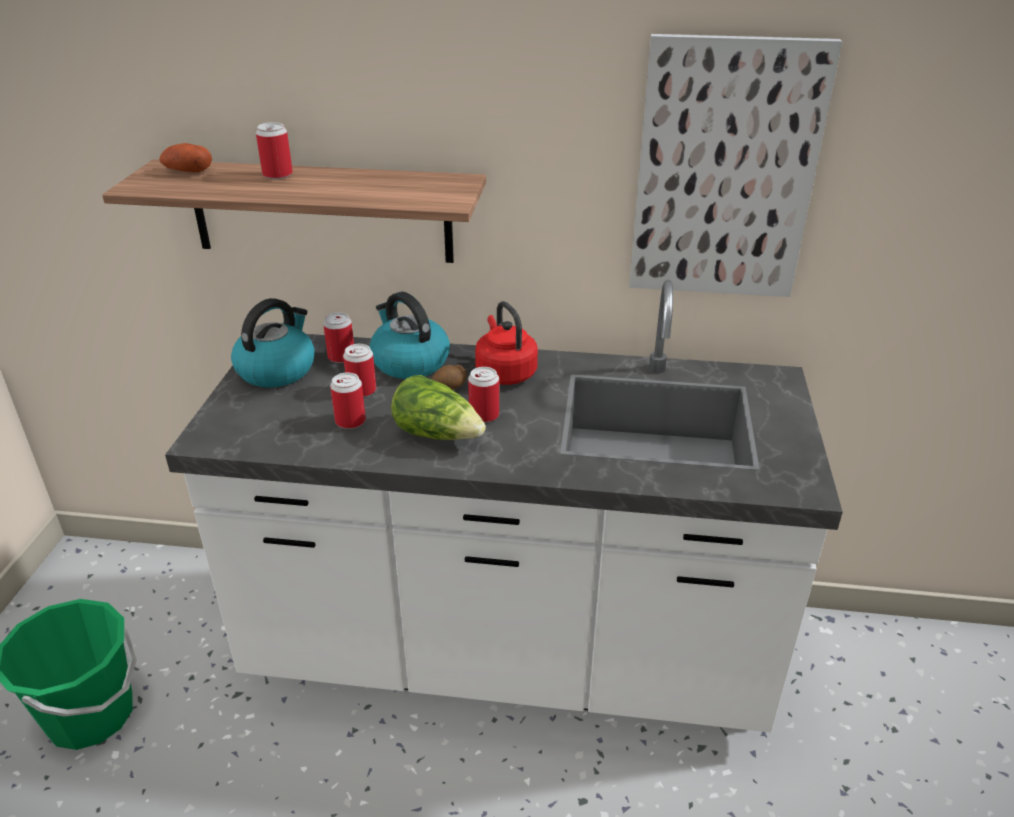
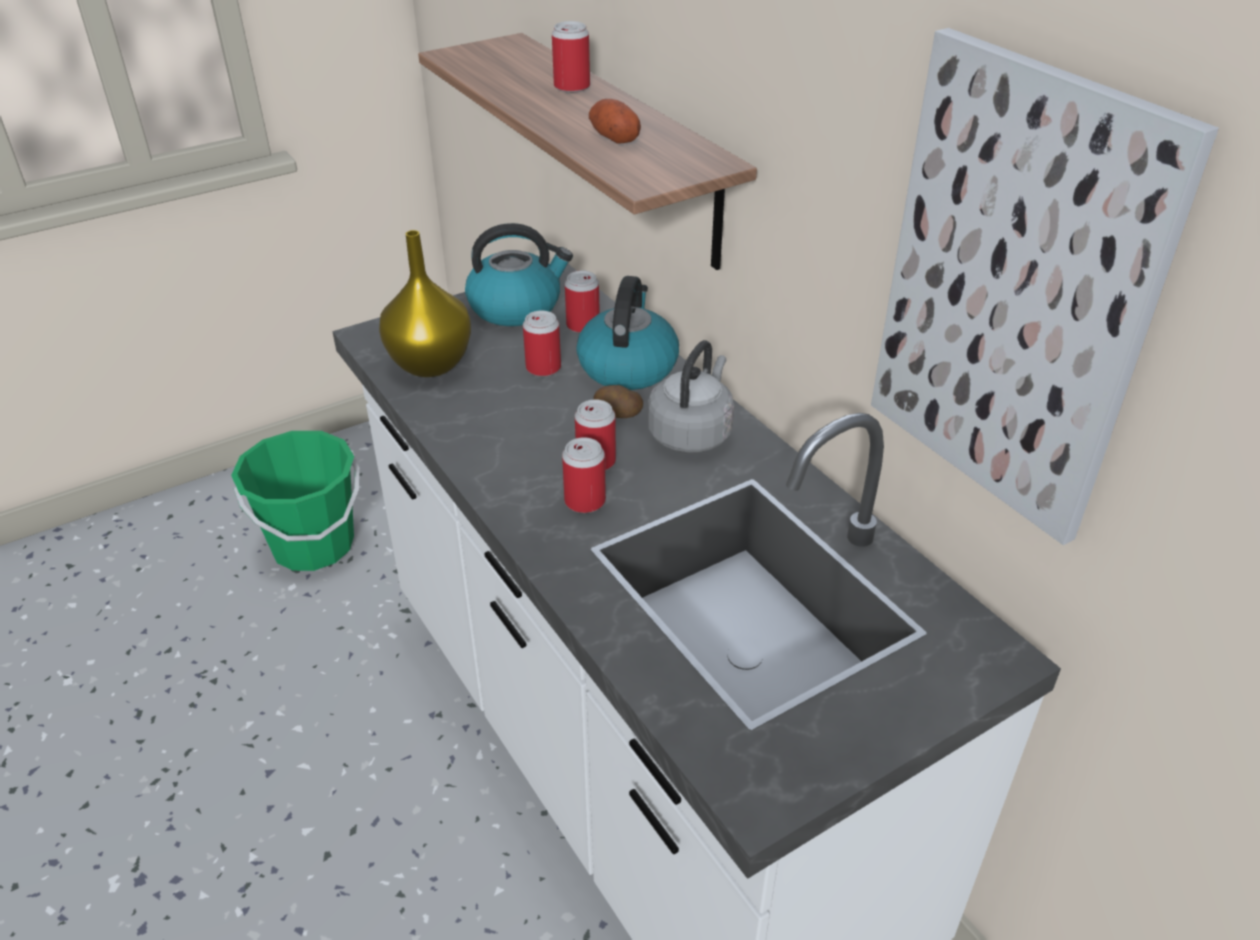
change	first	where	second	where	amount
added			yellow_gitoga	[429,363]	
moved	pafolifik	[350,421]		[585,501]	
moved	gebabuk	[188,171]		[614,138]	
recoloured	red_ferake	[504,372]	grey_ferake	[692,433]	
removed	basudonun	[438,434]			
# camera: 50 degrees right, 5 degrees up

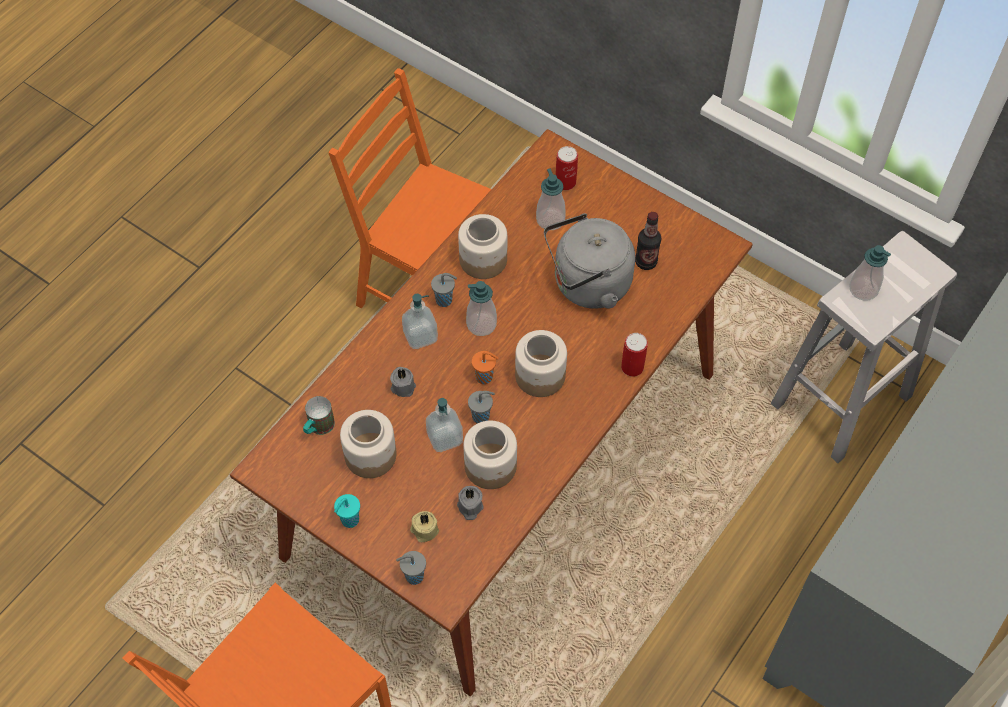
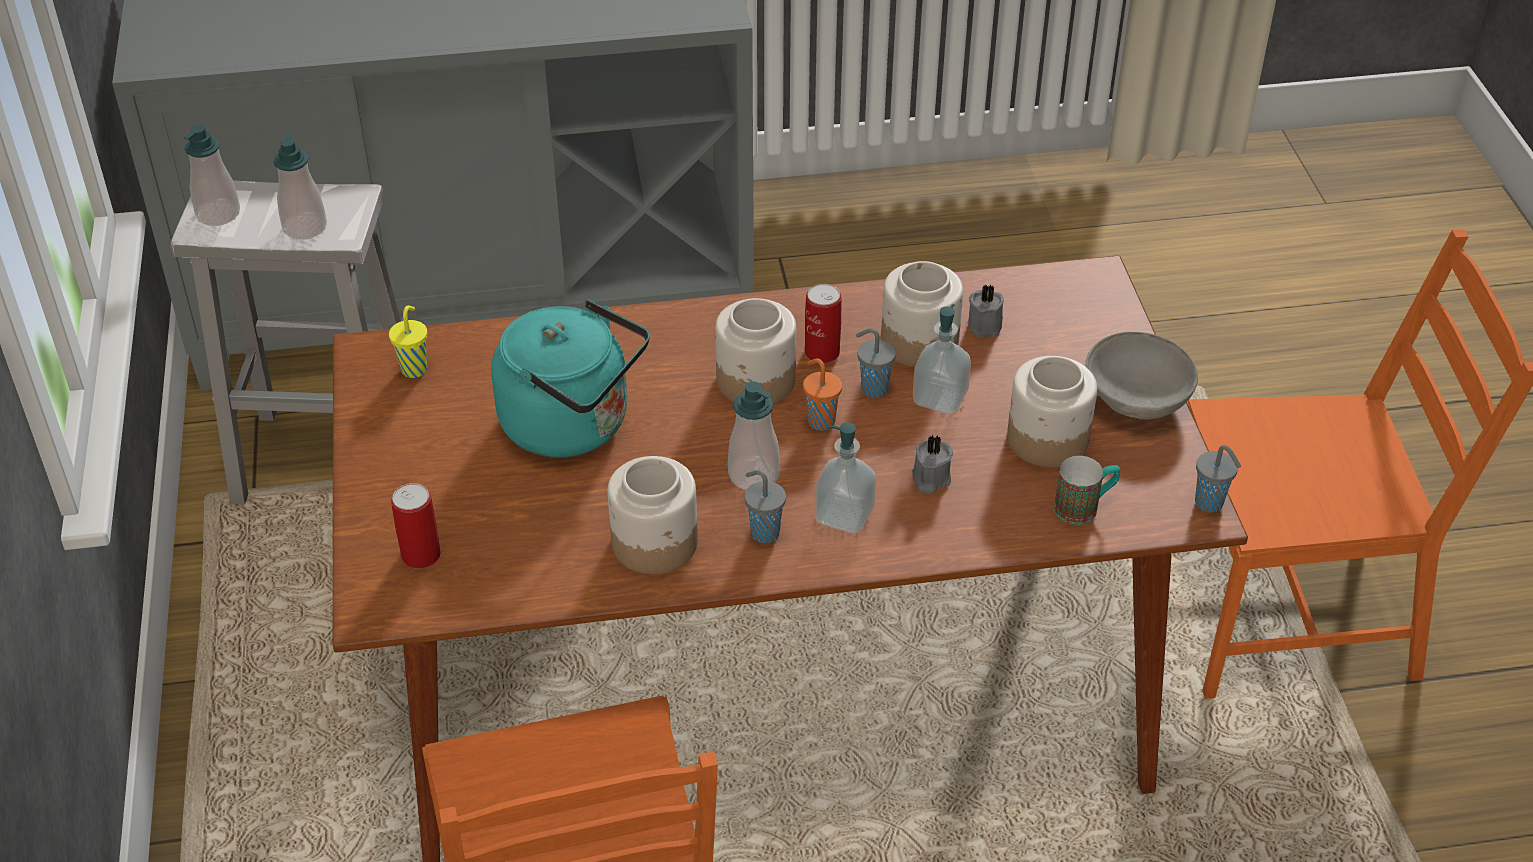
change	first	where	second	where	amount
moved	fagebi	[550,220]		[218,214]	
added			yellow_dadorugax	[414,368]	
recoloured	grey_ferake	[587,285]	turquoise_ferake	[573,425]	
moved	pafolifik	[632,367]		[822,352]	
replaced	turquoise_dadorugax	[349,521]	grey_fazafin	[1138,398]	
moved	grey_dadorugax	[413,576]		[1210,504]	
removed	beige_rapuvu	[424,530]			
removed	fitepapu	[646,262]			
# camera: 135 degrees left, 15 degrees down

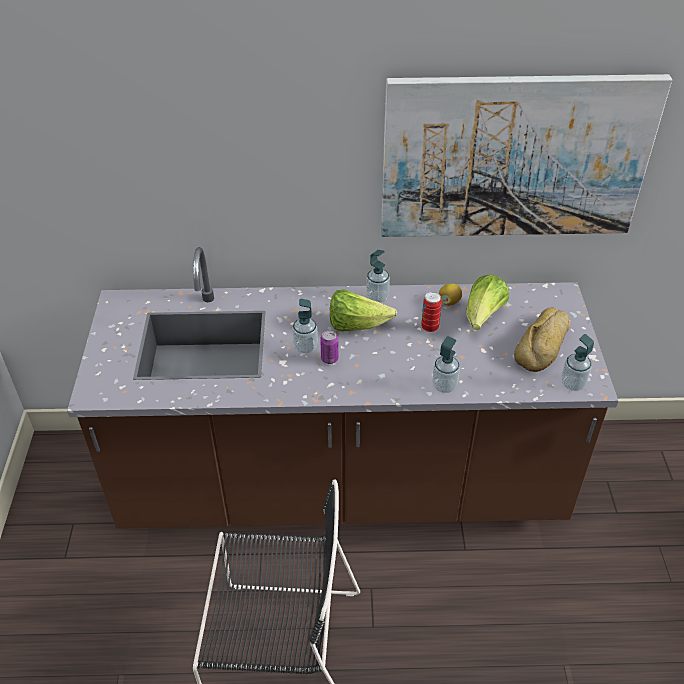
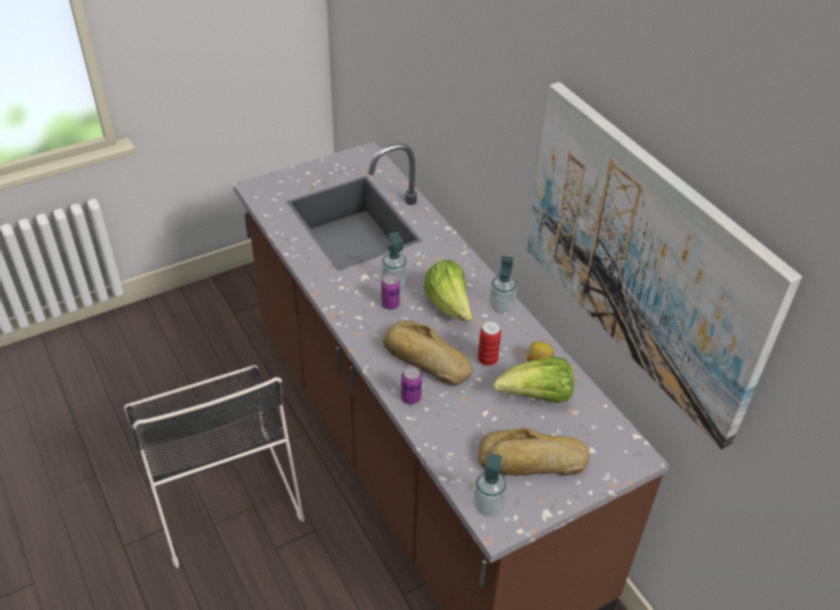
change	first	where	second	where	amount
added			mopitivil	[425,360]	
replaced	fagebi	[444,386]	pafolifik	[411,398]	
# camera: 60 degrees right, 0 degrees up

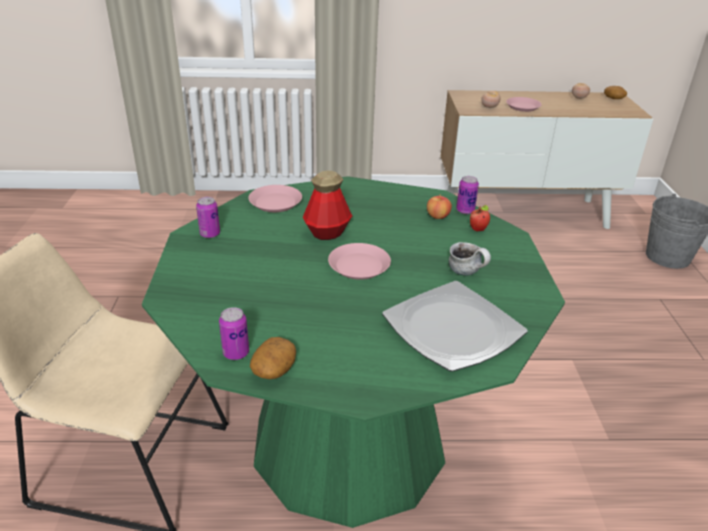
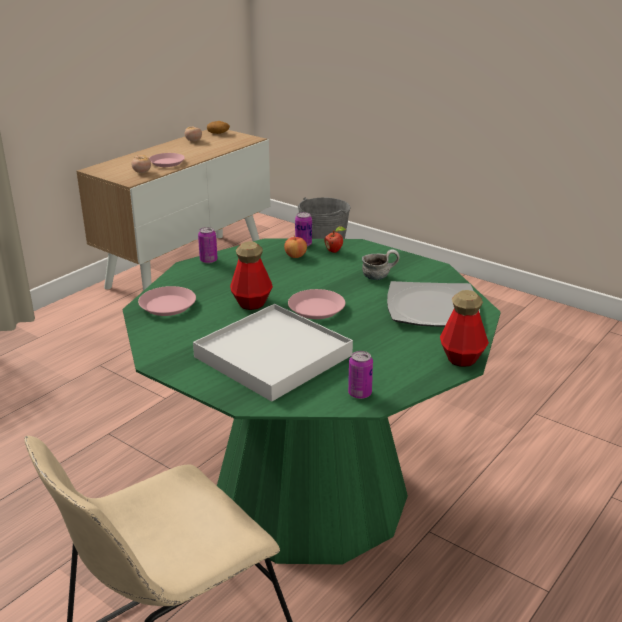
change	first	where	second	where	amount
added			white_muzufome	[272,356]	
moved	pafolifik	[210,234]		[208,260]	
added			fitepapu	[462,358]	
removed	gebabuk	[274,370]			
# camera: 50 degrees left, 5 degrees down

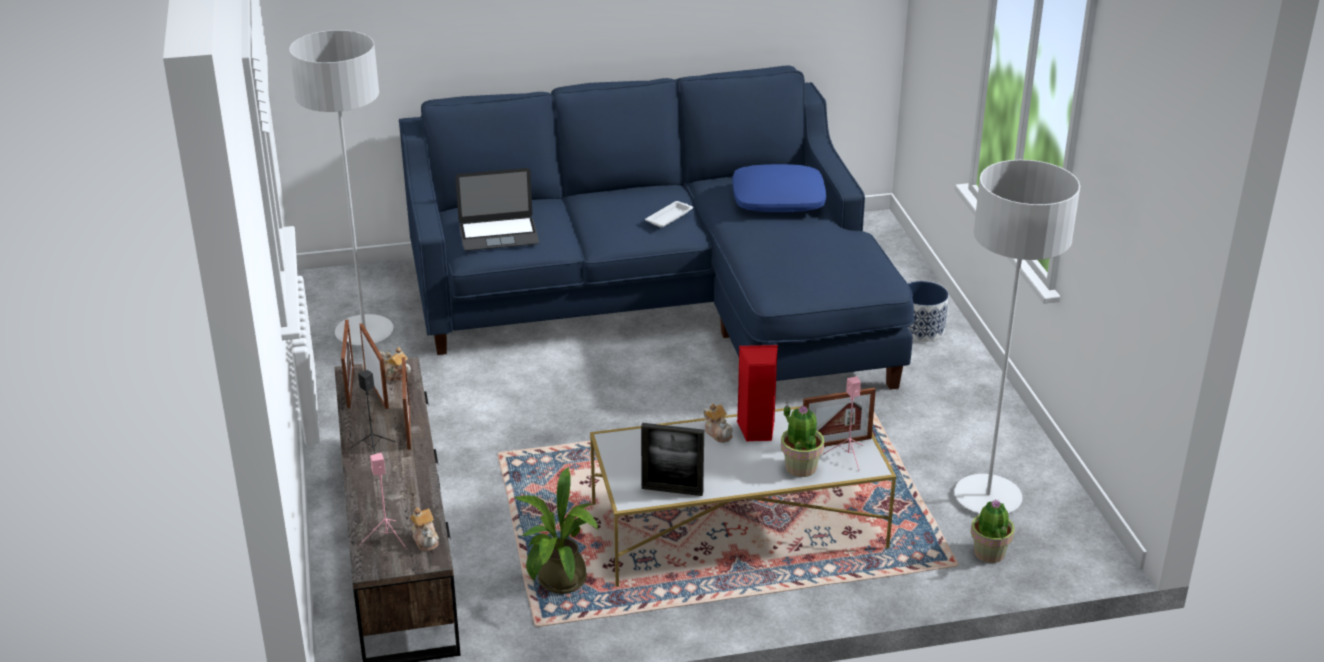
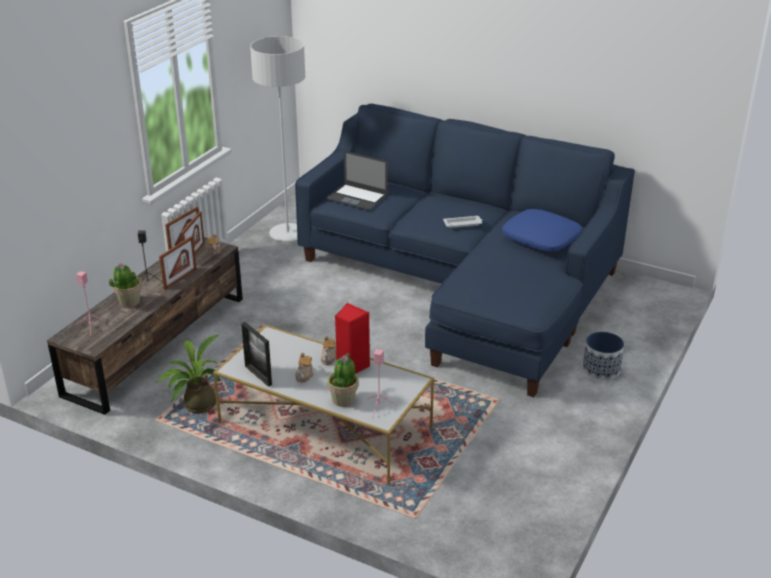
change	first	where	second	where	amount
moved	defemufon	[989,553]		[129,302]	
moved	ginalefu	[425,539]		[304,375]	
removed	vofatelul	[836,443]			
removed	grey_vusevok	[987,498]			
# camera: 40 degrees right, 0 degrees up

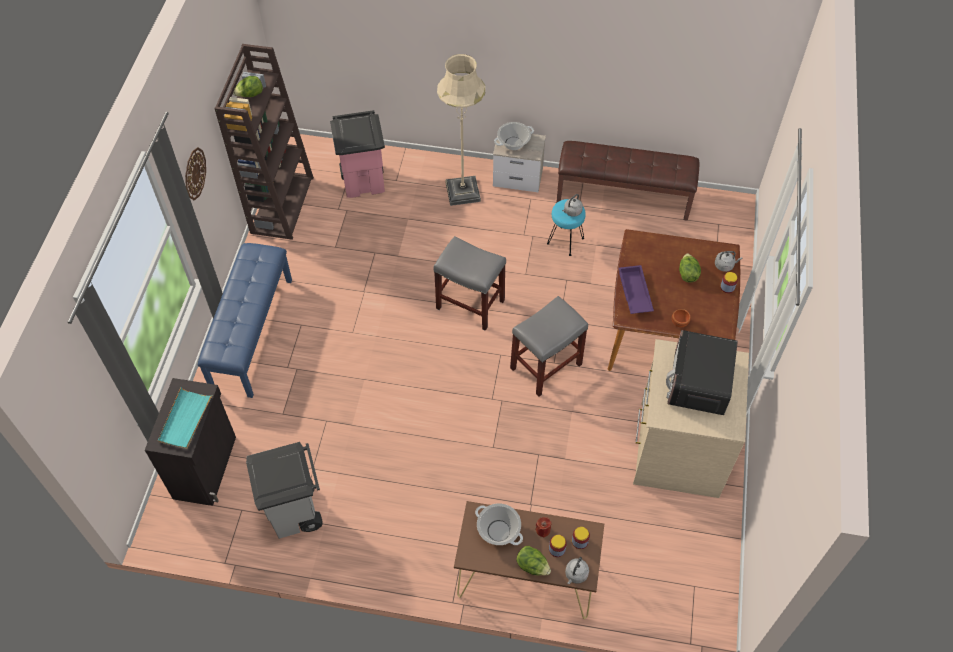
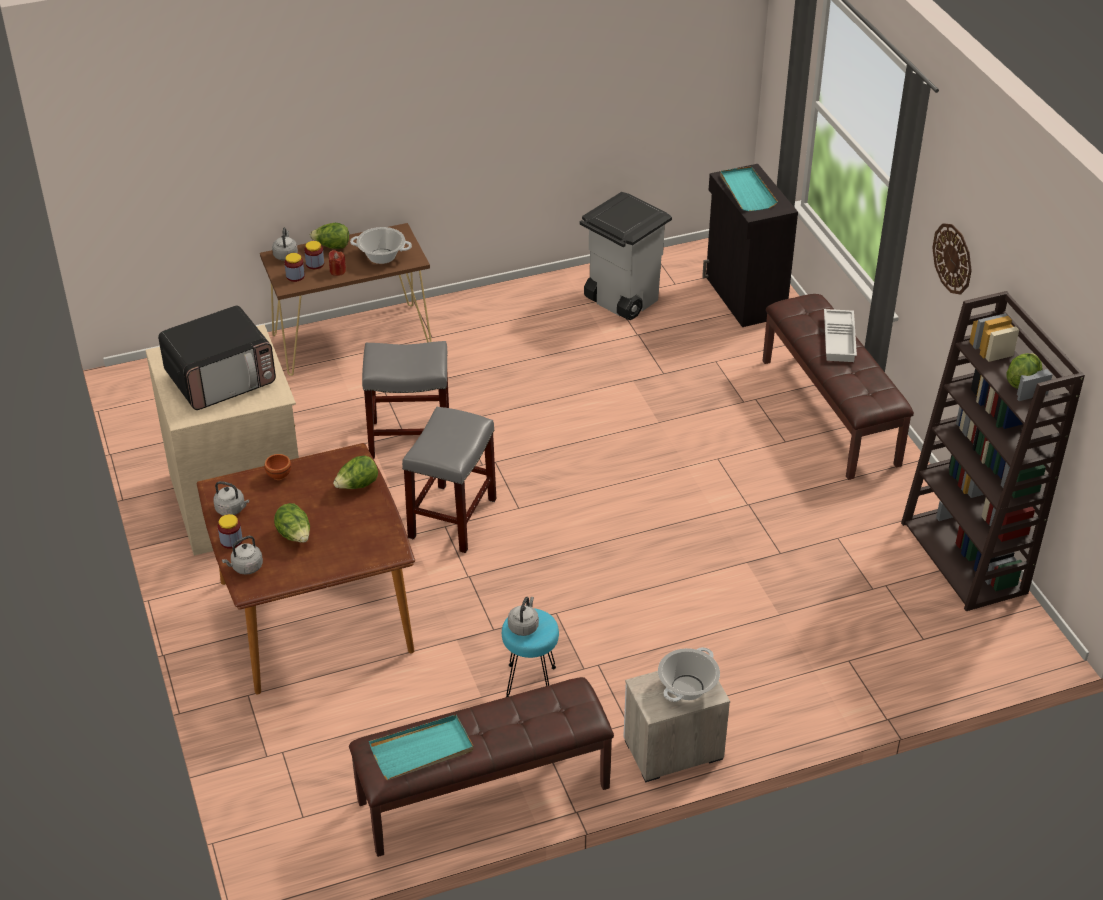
change	first	where	second	where	amount
turned	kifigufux	[698,384]		[221,378]	75 degrees clockwise
added			grey_ferake	[232,509]	
replaced	purple_muzufome	[634,293]	basudonun	[357,486]	
moved	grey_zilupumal	[471,304]		[409,439]	
added			turquoise_muzufome	[422,750]	
recoloured	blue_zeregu	[251,333]	brown_zeregu	[831,411]	
added			white_muzufome	[840,340]	
removed	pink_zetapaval	[364,181]			
removed	beige_vusevok	[463,192]			
# camera: 150 degrees right, 15 degrees down

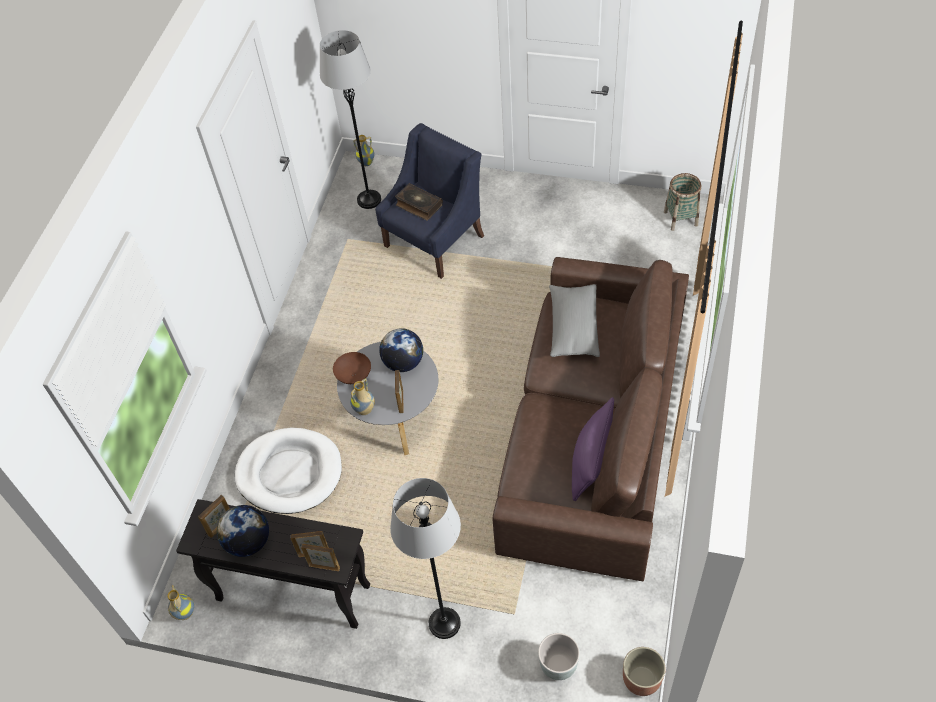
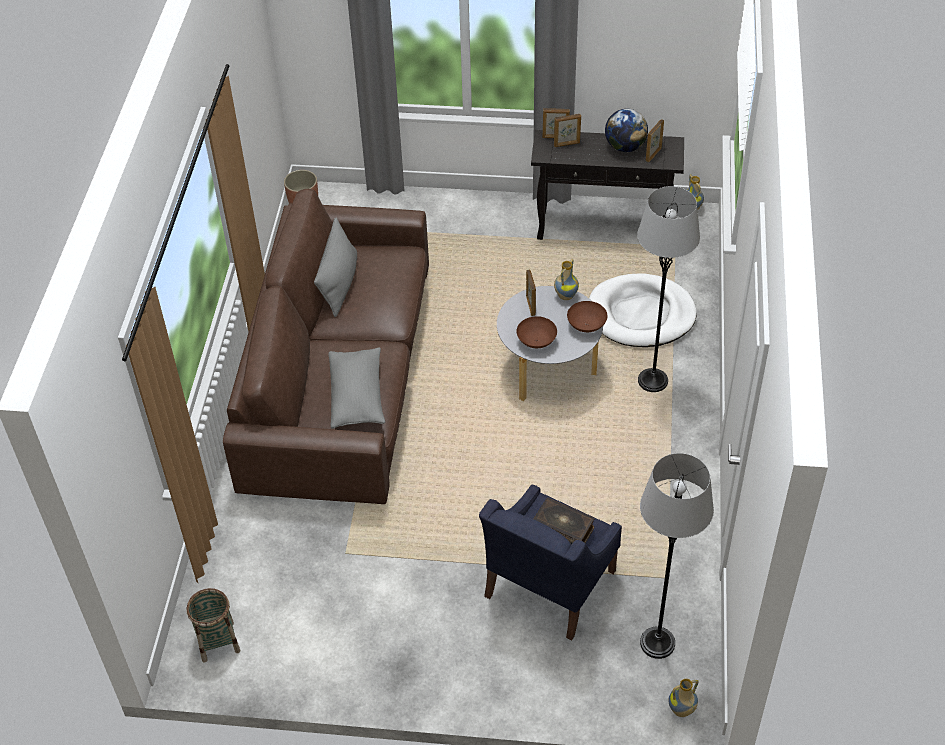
change	first	where	second	where	amount
recoloured	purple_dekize	[591,461]	grey_dekize	[339,283]	
replaced	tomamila	[403,363]	brown_fazafin	[537,341]	
moved	grey_vusevok	[444,623]		[652,381]	
removed	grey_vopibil	[559,665]			
# camera: 170 degrees right, 5 degrees down

